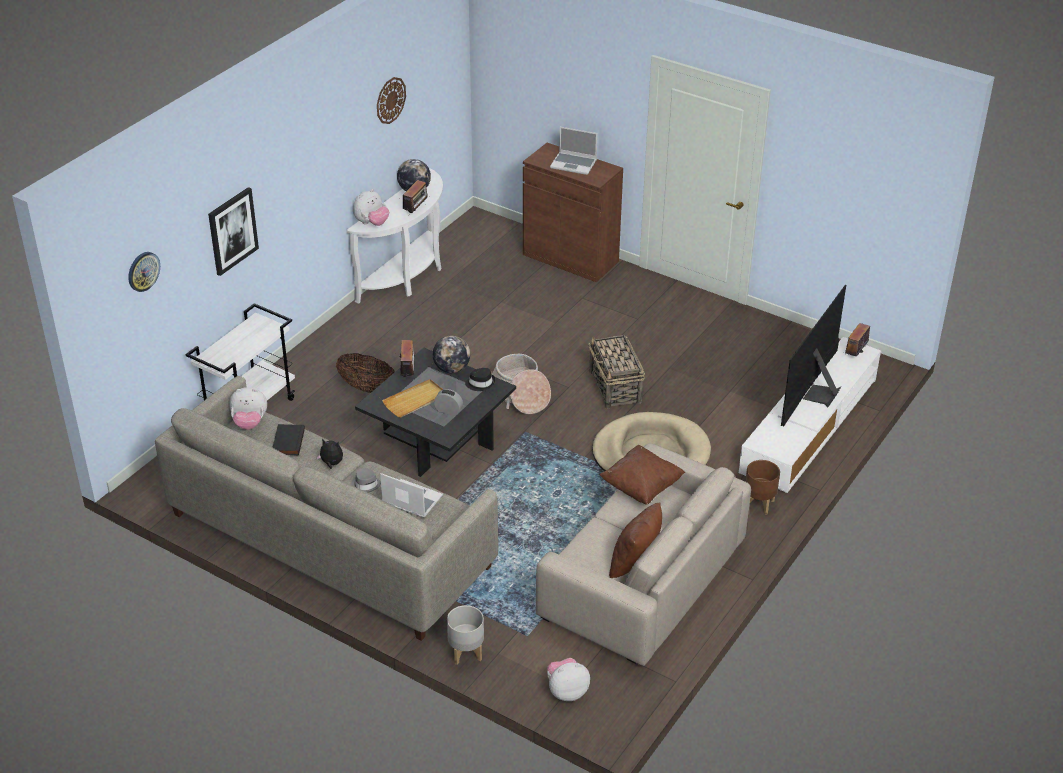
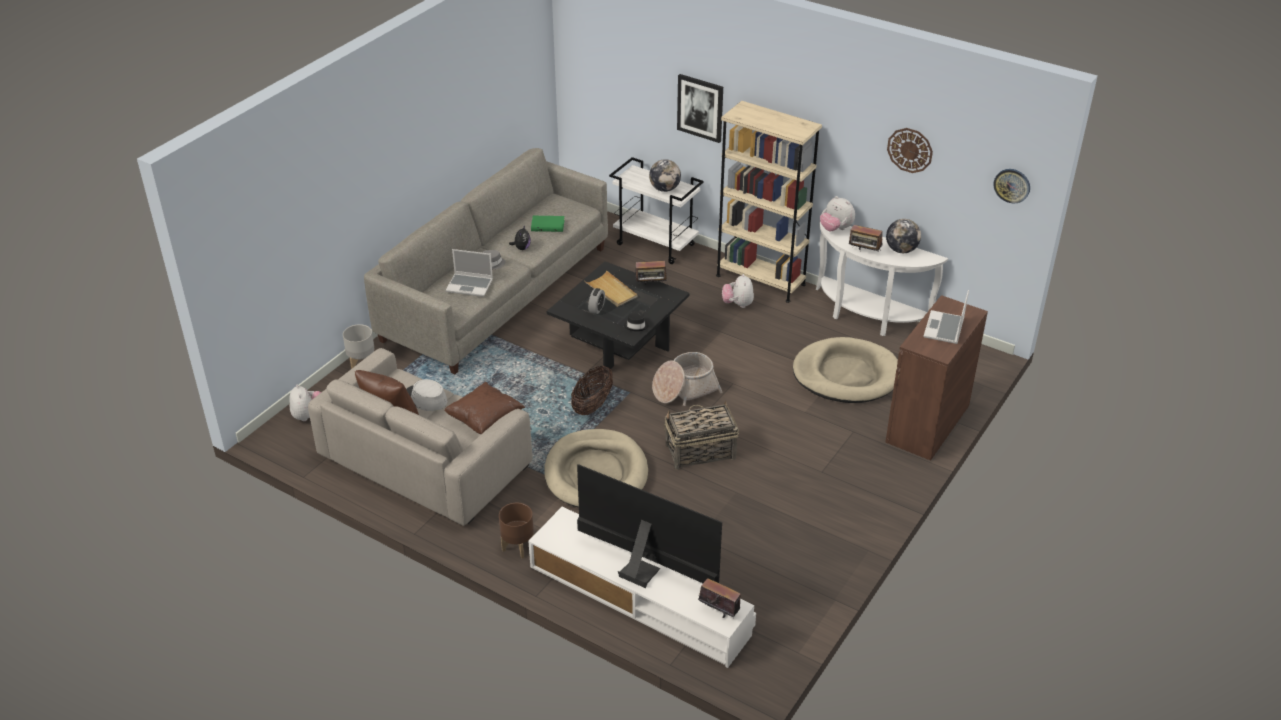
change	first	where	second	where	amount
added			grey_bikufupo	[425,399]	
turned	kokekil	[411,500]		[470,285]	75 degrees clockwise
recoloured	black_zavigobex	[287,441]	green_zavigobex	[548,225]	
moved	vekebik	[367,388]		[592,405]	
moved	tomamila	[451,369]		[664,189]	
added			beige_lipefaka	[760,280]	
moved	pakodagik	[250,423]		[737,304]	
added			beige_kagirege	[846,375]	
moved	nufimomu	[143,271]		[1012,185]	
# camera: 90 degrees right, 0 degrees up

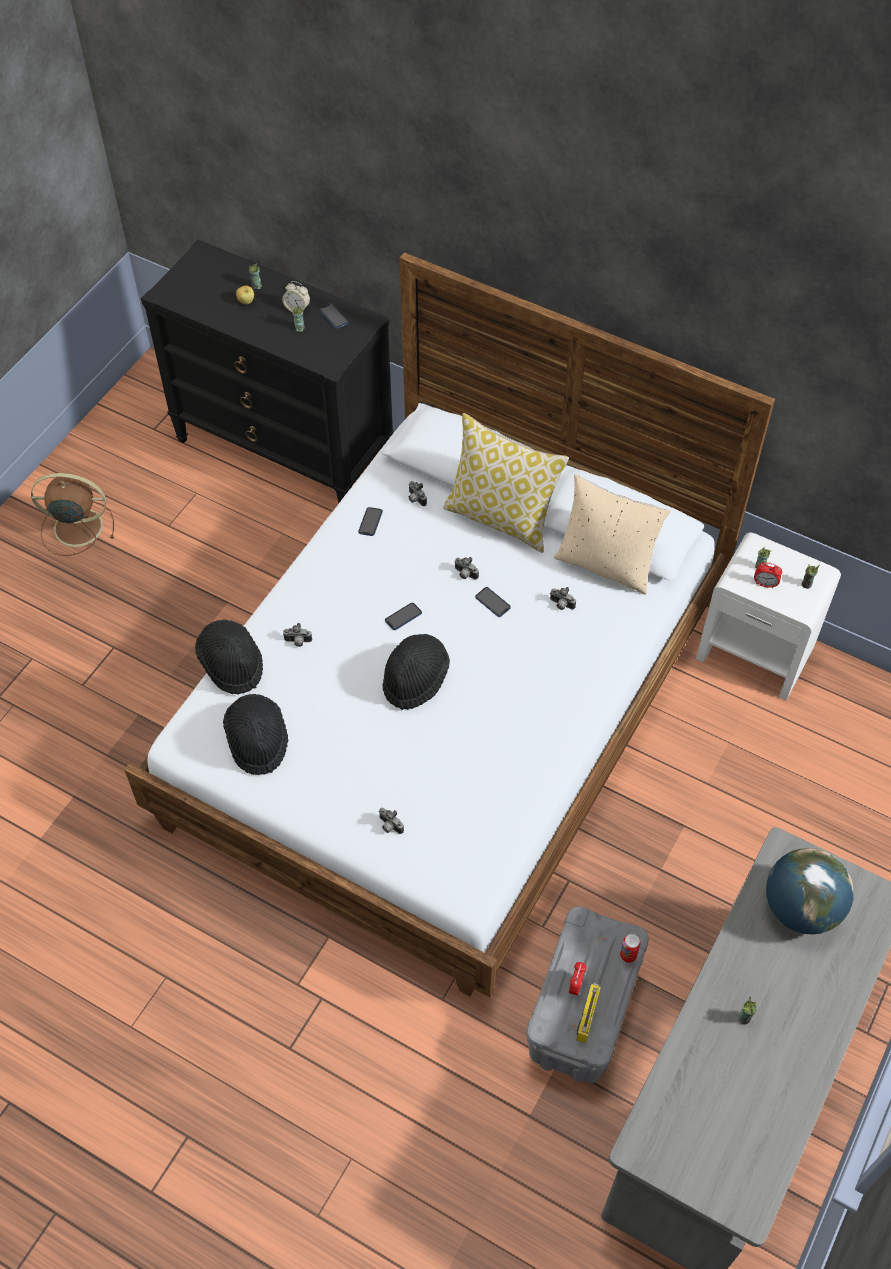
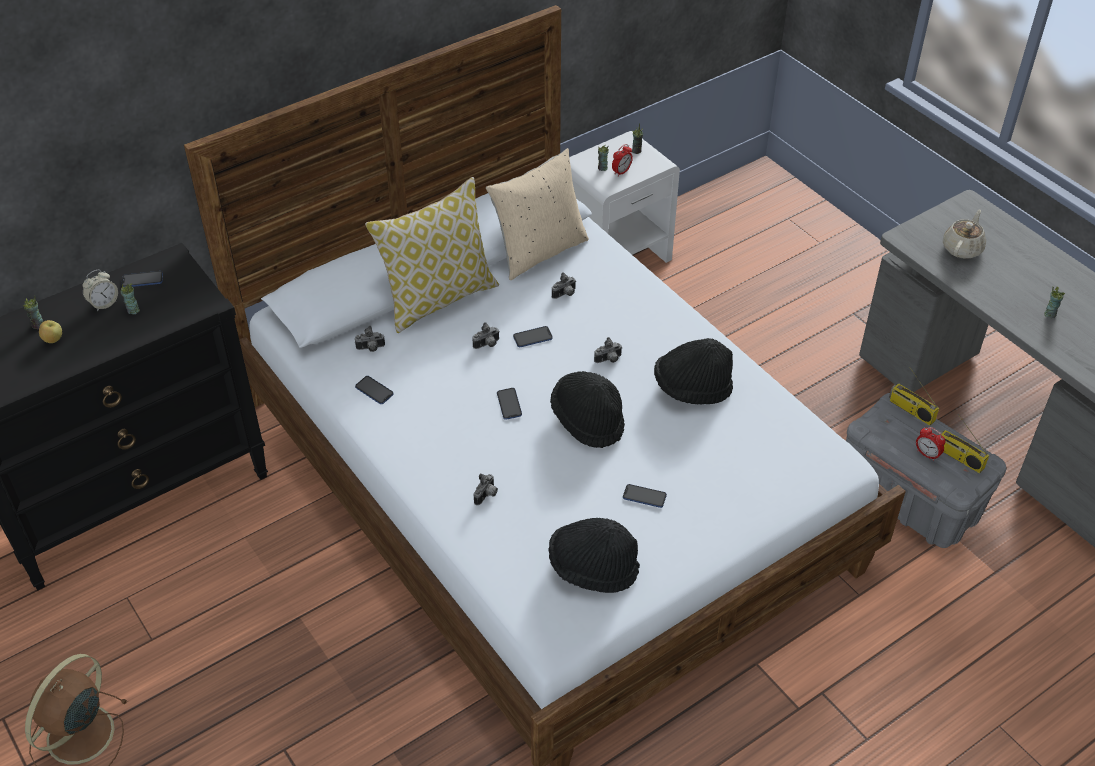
change	first	where	second	where	amount
moved	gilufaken	[389,826]		[609,360]	
added			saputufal	[644,496]	
moved	black_bikufupo	[232,664]		[692,388]	
replaced	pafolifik	[628,955]	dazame	[910,410]	
replaced	tomamila	[801,908]	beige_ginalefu	[962,248]	
# camera: 65 degrees left, 10 degrees down

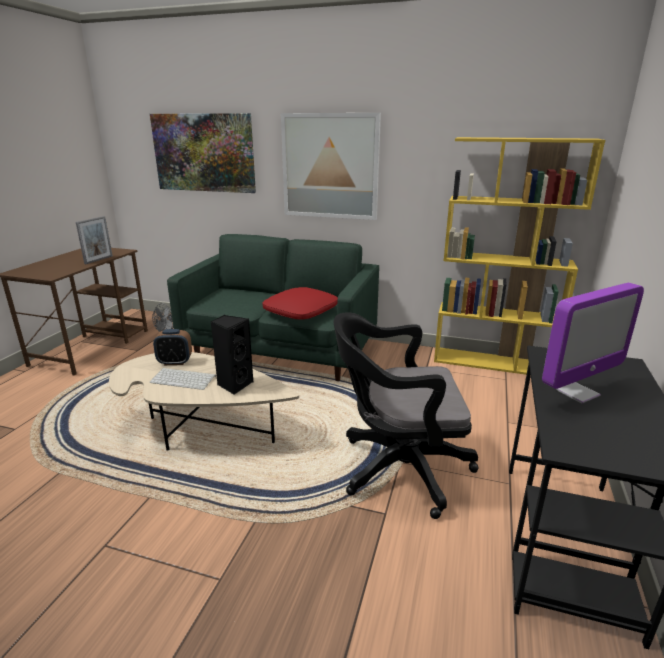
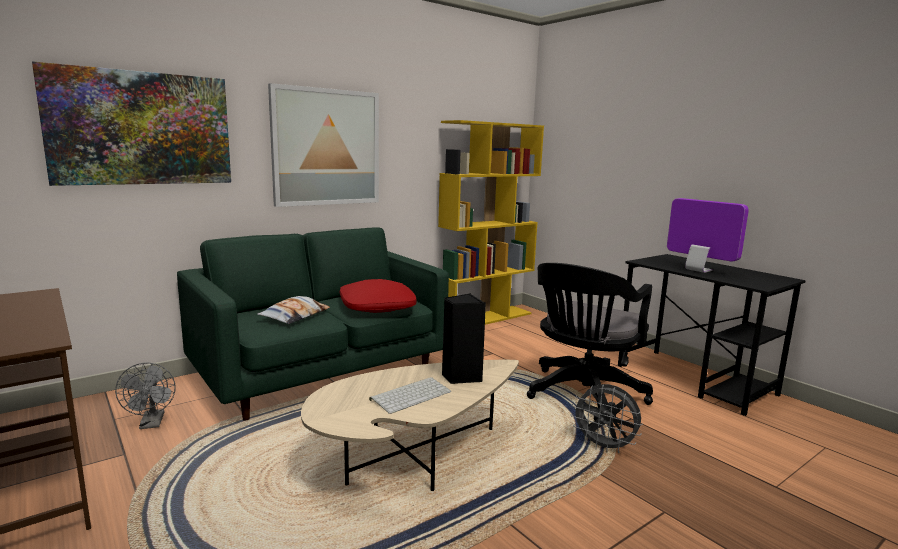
change	first	where	second	where	amount
added			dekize	[295,316]	
added			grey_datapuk	[604,447]	
turned	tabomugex	[576,392]		[698,270]	45 degrees counterclockwise
removed	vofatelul	[99,260]			
removed	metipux	[175,362]			
# camera: 55 degrees left, 10 degrees down

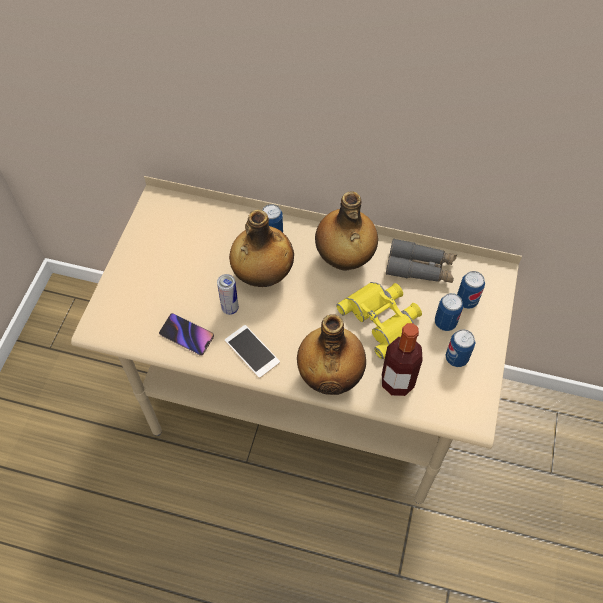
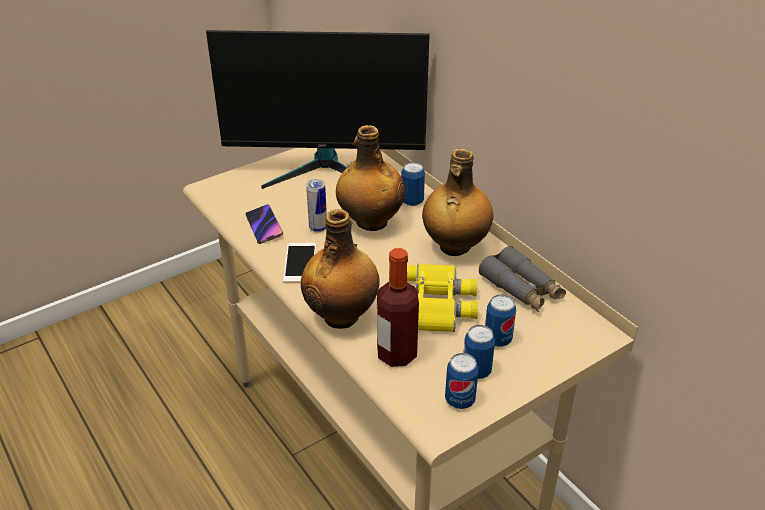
change	first	where	second	where	amount
added			tabomugex	[325,169]	
moved	pafolifik	[466,300]		[460,400]	
# camera: 40 degrees right, 20 degrees down

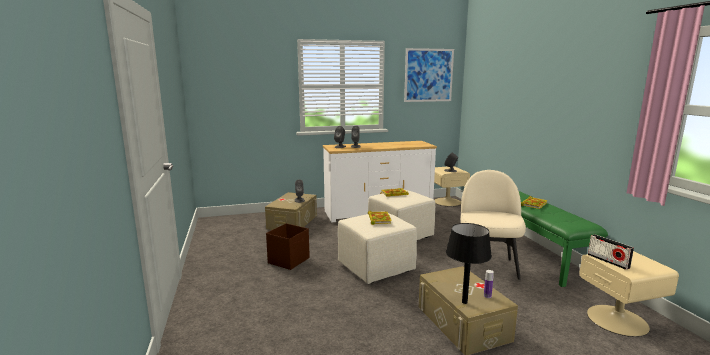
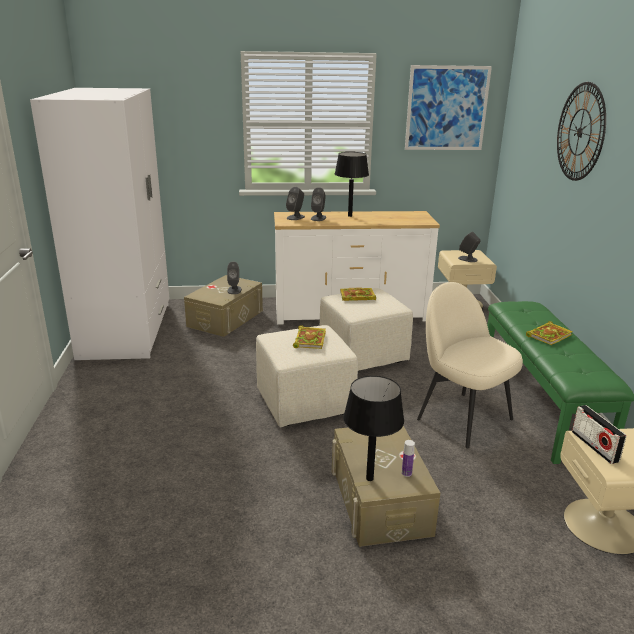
change	first	where	second	where	amount
added			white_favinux	[127,330]	
added			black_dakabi	[350,216]	
turned	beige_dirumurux	[487,266]		[462,418]	60 degrees counterclockwise
added			nufimomu	[580,132]	
removed	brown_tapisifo	[289,260]			
# camera: 10 degrees right, 10 degrees up

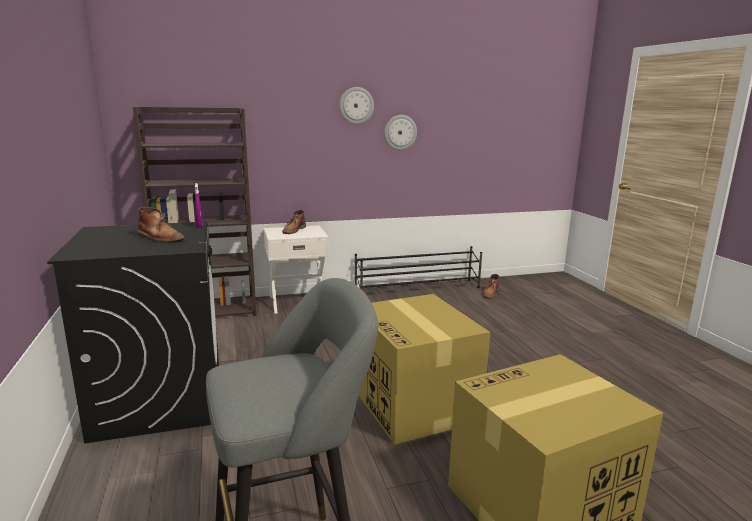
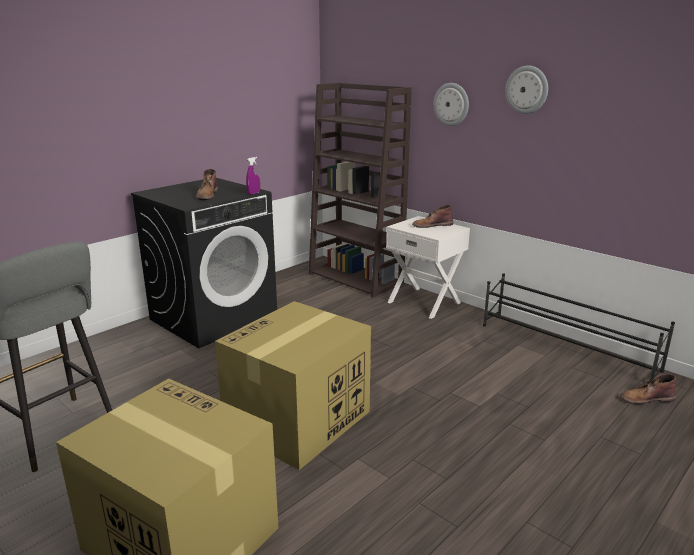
change	first	where	second	where	amount
moved	nufimomu	[400,132]		[451,104]	
# camera: 60 degrees right, 5 degrees up

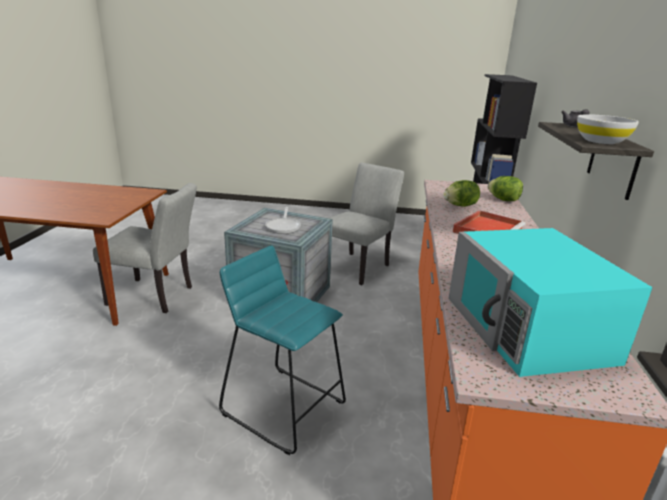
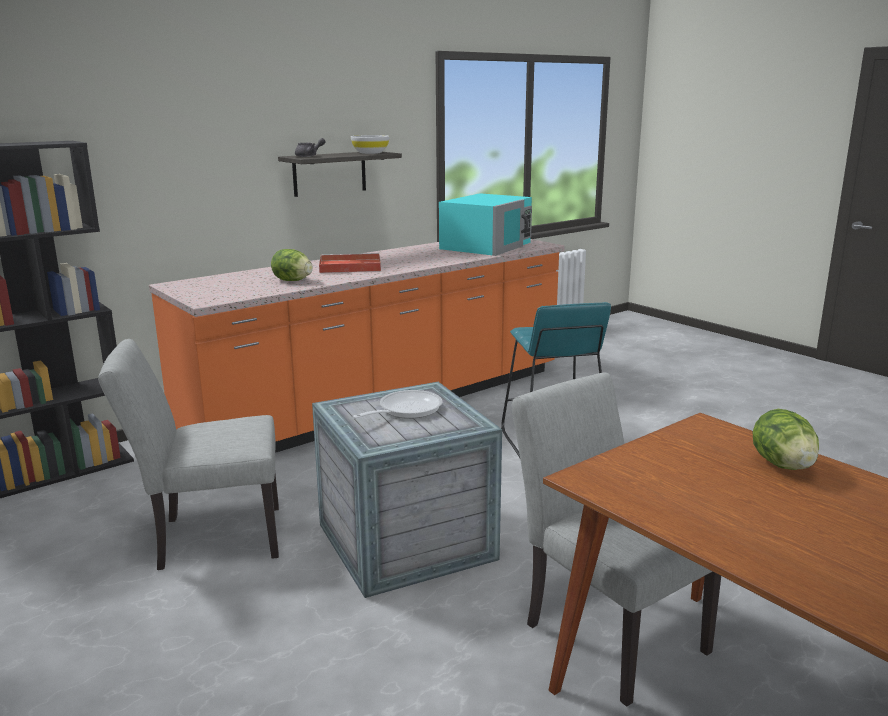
change	first	where	second	where	amount
moved	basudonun	[503,200]		[783,465]	
# camera: 135 degrees left, 5 degrees down

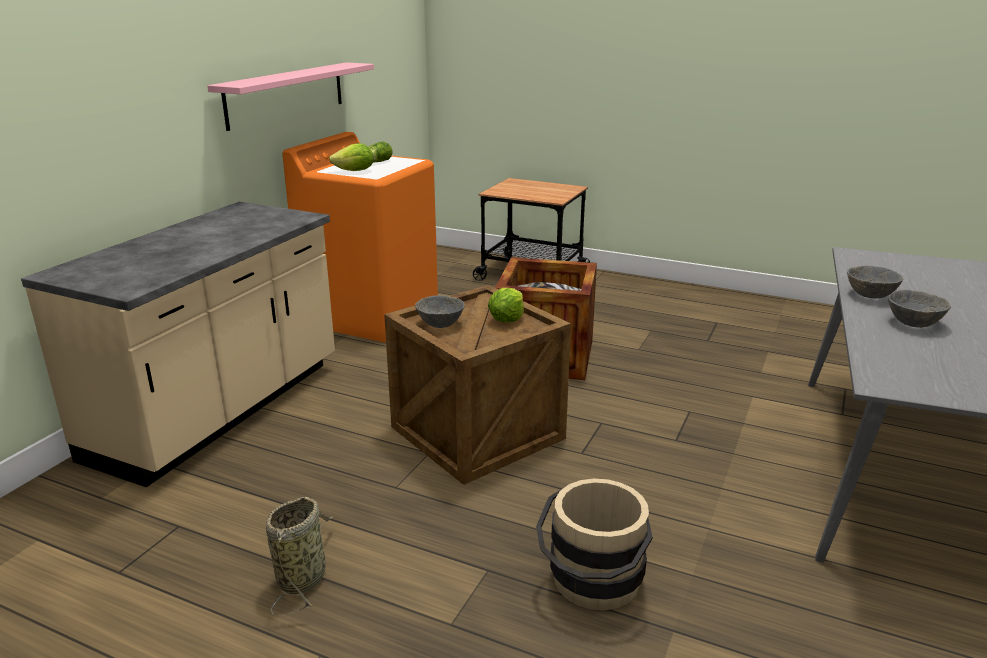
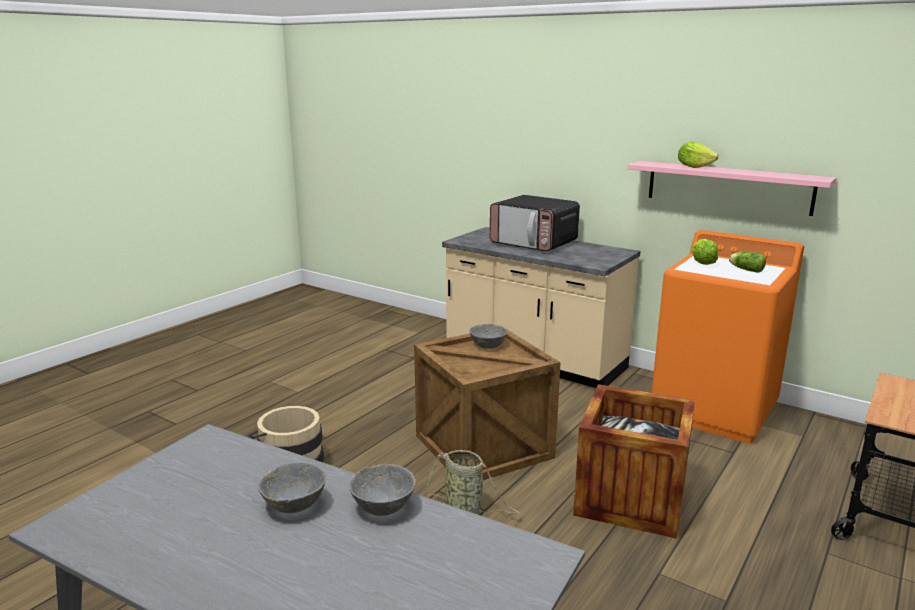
change	first	where	second	where	amount
moved	vekebik	[303,577]		[466,509]	
added			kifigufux	[534,243]	
moved	basudonun	[507,319]		[694,167]	
# camera: 100 degrees right, 5 degrees down

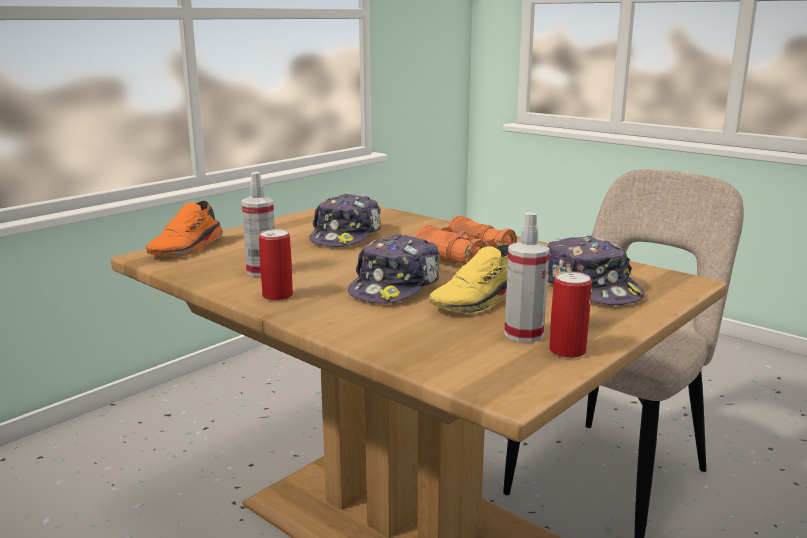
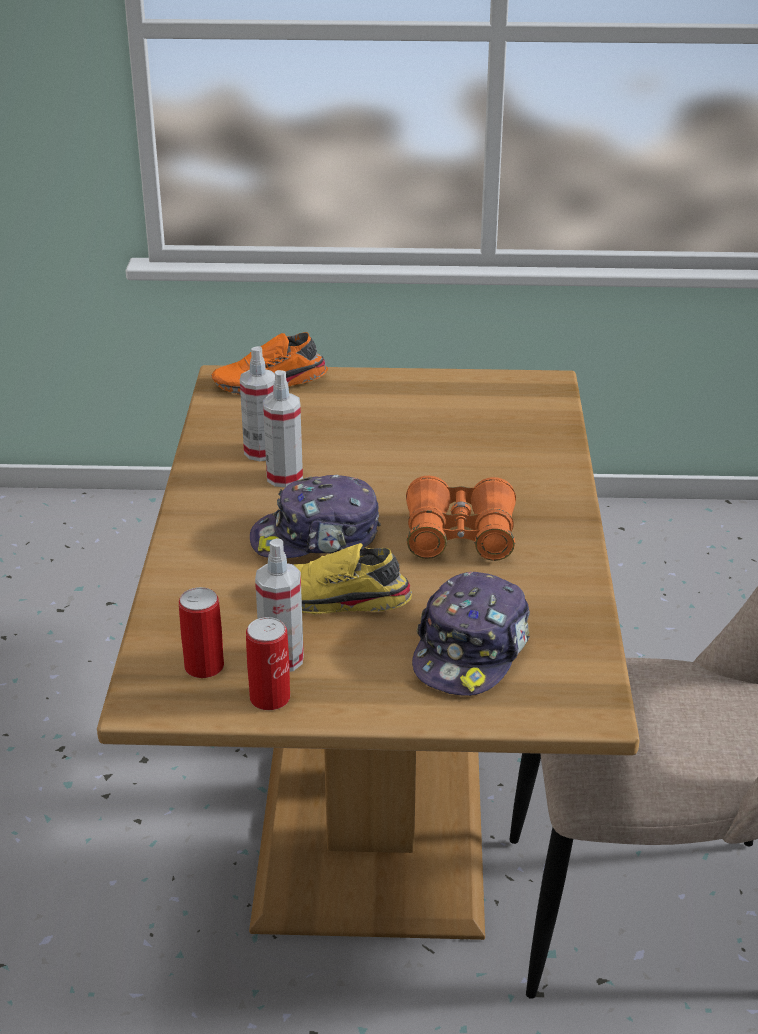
change	first	where	second	where	amount
moved	pafolifik	[277,296]		[204,666]	
added			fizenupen	[284,477]	
removed	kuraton	[346,236]			
# camera: 50 degrees right, 15 degrees up

